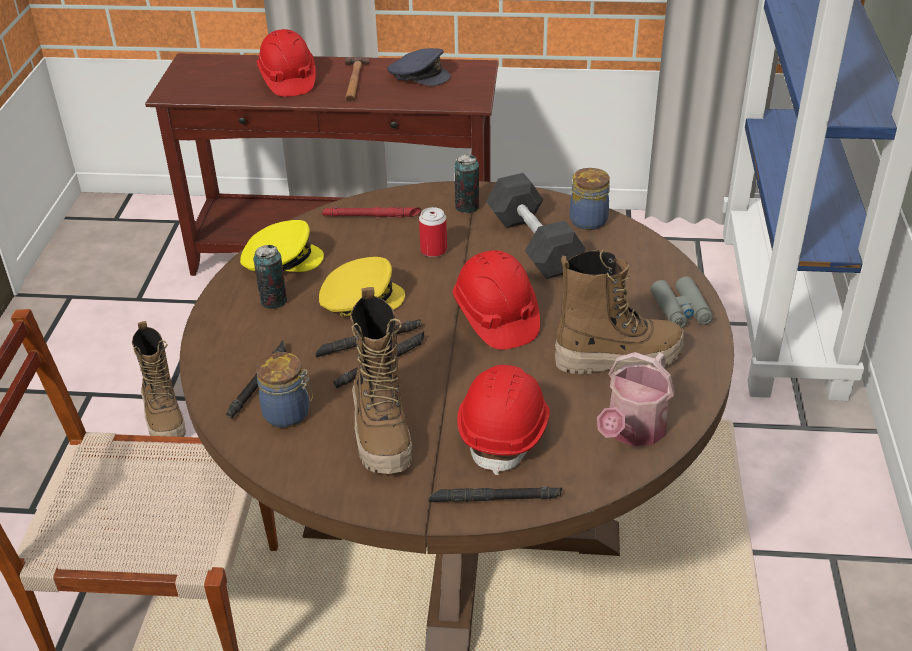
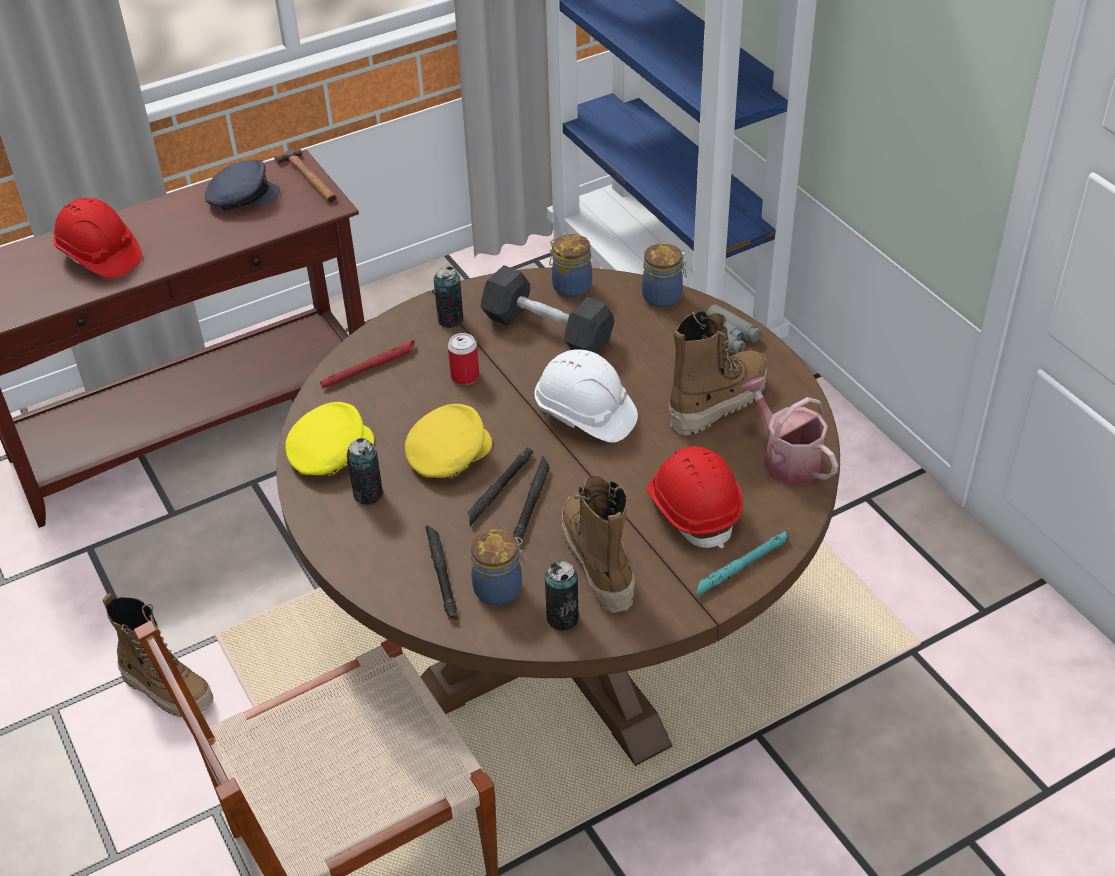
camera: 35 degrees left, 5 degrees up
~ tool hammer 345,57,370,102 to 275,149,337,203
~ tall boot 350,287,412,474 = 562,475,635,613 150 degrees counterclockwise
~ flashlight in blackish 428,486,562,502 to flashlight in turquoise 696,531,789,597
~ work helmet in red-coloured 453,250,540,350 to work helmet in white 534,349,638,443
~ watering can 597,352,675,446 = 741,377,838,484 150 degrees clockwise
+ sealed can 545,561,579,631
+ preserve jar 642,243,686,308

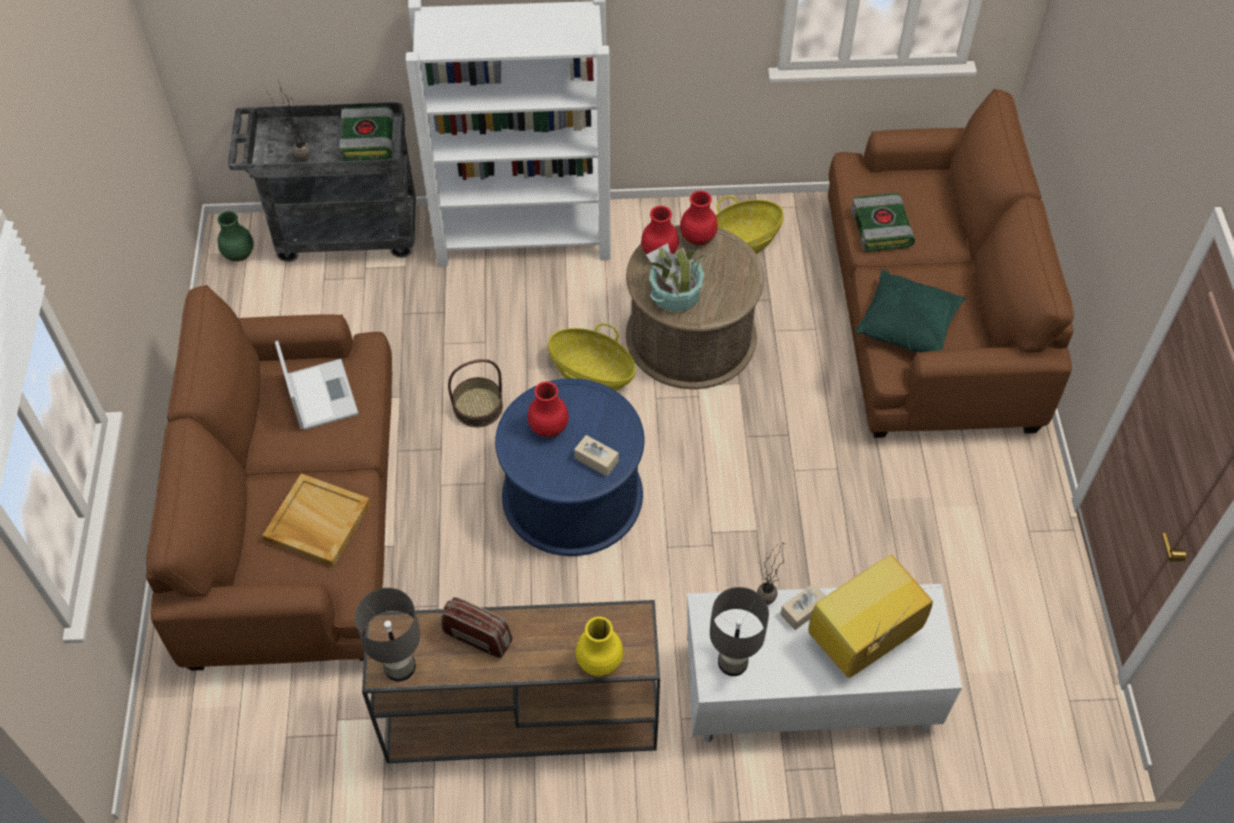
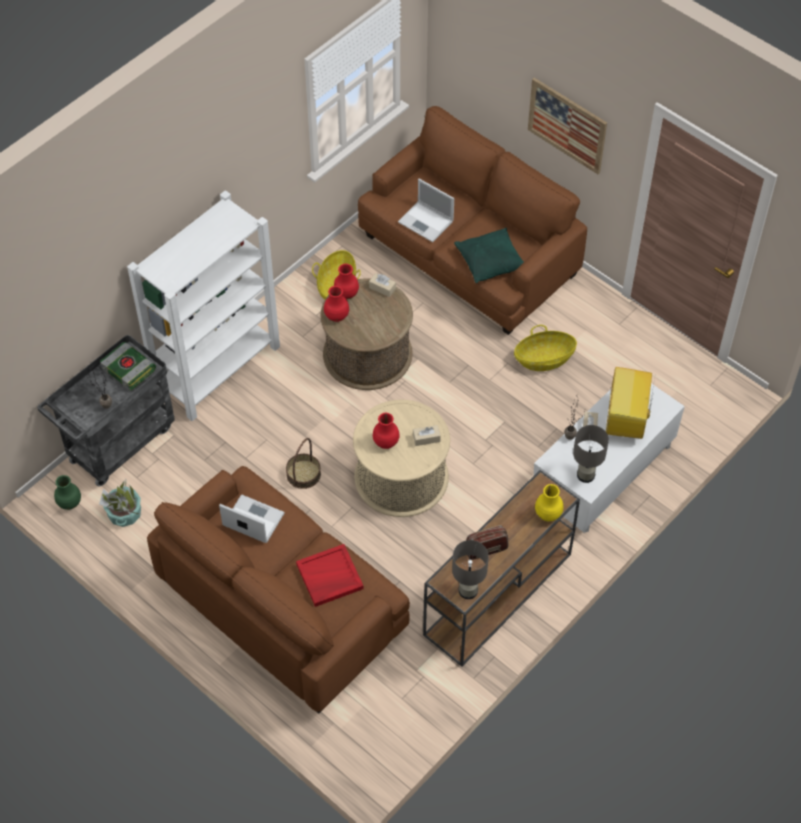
camera: 45 degrees left, 0 degrees up
~ carrying tray in beige-coloured 262,473,371,567 to carrying tray in red-coloured 296,544,364,607
~ low table in blue-coloured 495,378,645,556 to low table in beige-coloured 353,400,450,517
~ household basket 548,323,636,391 to 514,325,577,371
~ potted plant 646,243,706,312 to 99,481,141,527
~ bound book 851,193,915,252 to notebook computer 398,179,454,242
+ box of tissues in beige-coloured 369,273,396,297
+ wall art 528,78,607,174

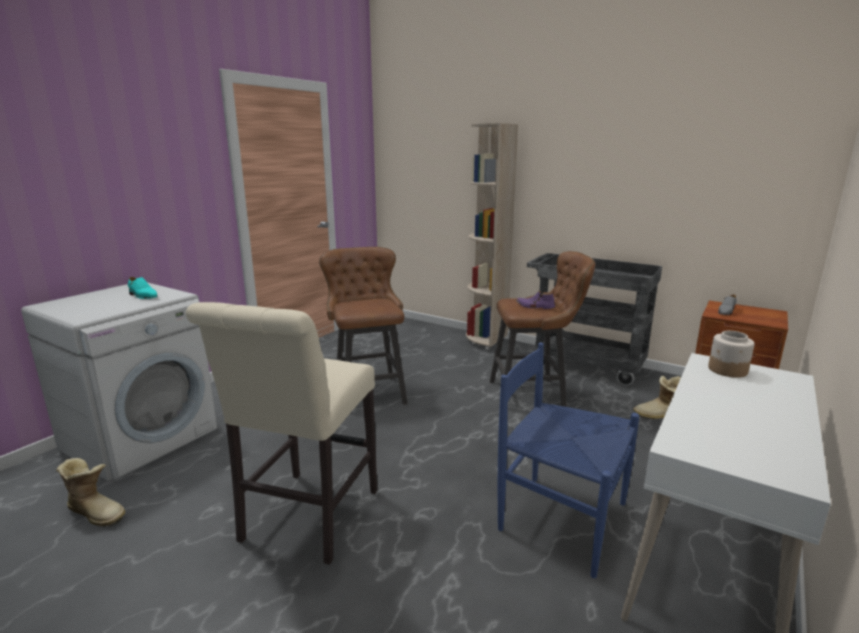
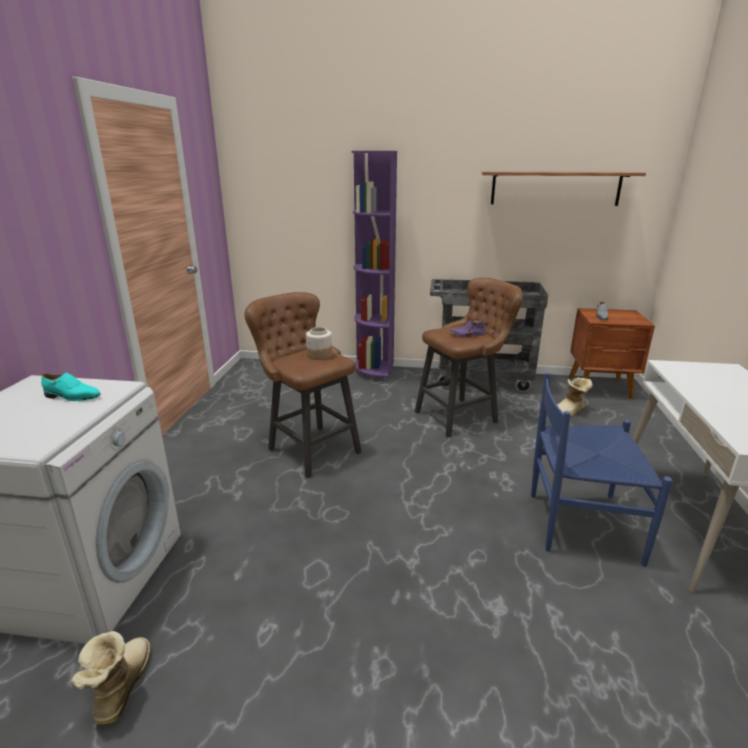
camera: 25 degrees left, 5 degrees up
~ tall boot 56,458,125,527 = 70,631,150,724 90 degrees counterclockwise
- stool seat in beige-coloured 186,302,377,565
~ shelving unit in beige-coloured 466,123,518,349 to shelving unit in purplish 351,151,397,380
~ preserve jar 708,331,754,378 to 306,327,332,360
+ shelf 481,171,646,206

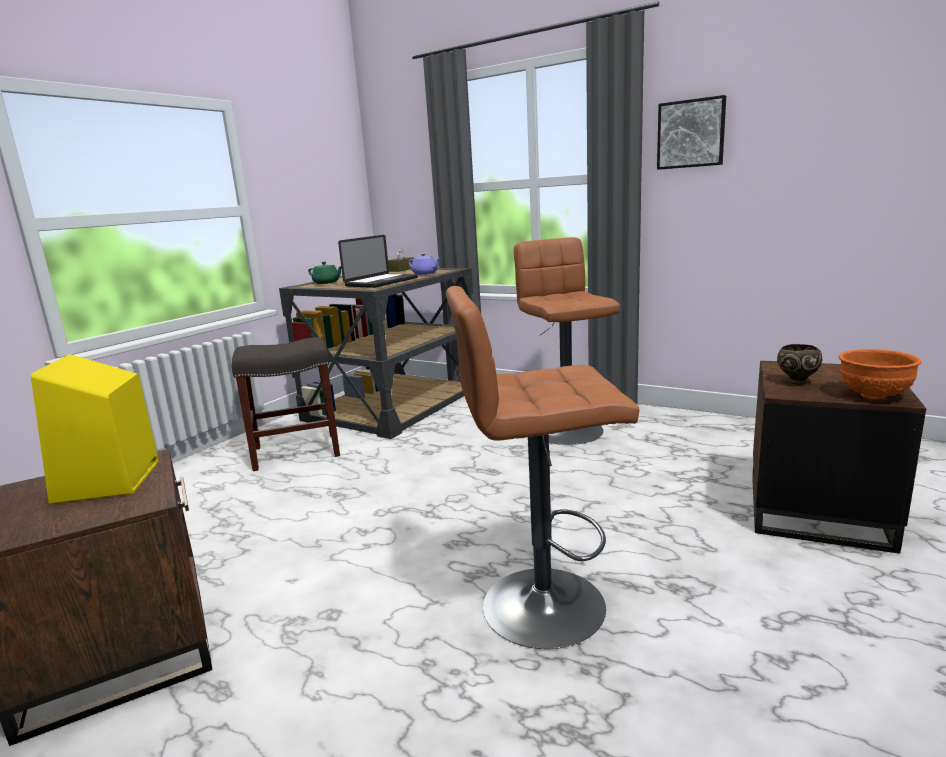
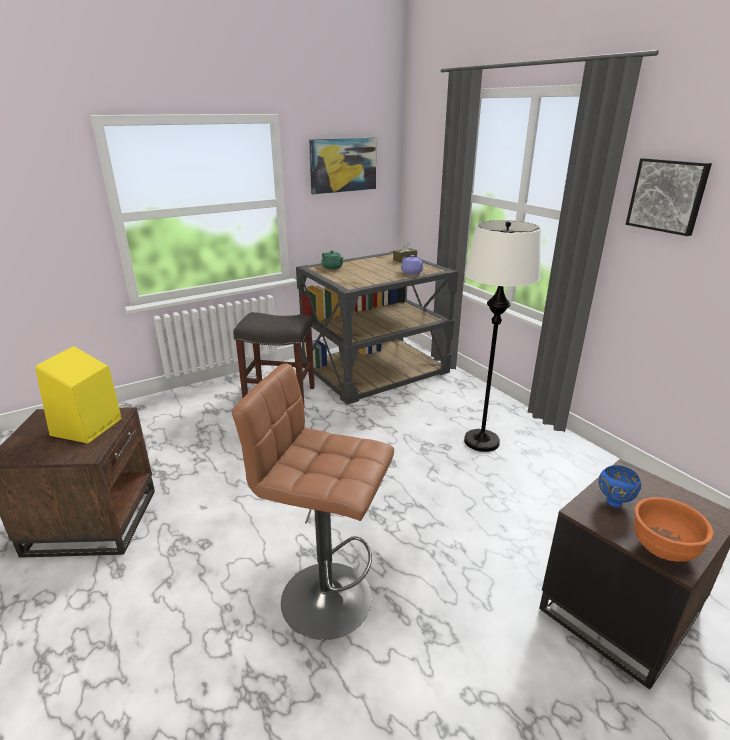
camera: 25 degrees right, 10 degrees up
- notebook computer 338,235,418,288
~ stool seat in brown 514,237,620,445 to floor lamp in white 464,220,541,452
~ deep dish in brown 777,344,822,385 to deep dish in blue-coloured 598,465,641,507
+ wall art 309,138,376,194

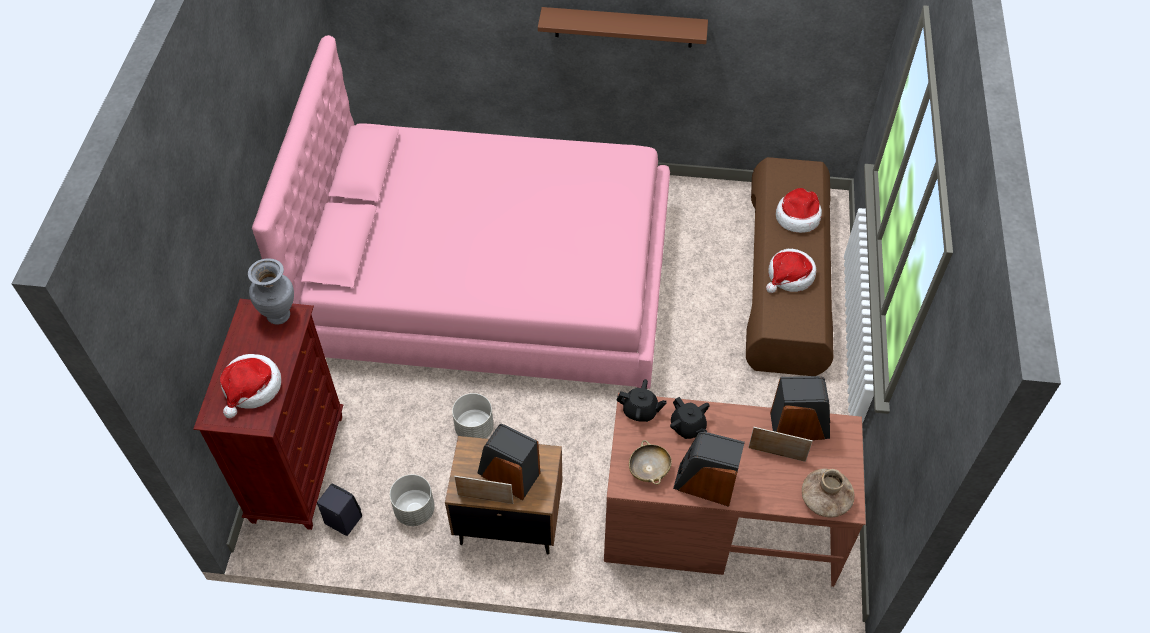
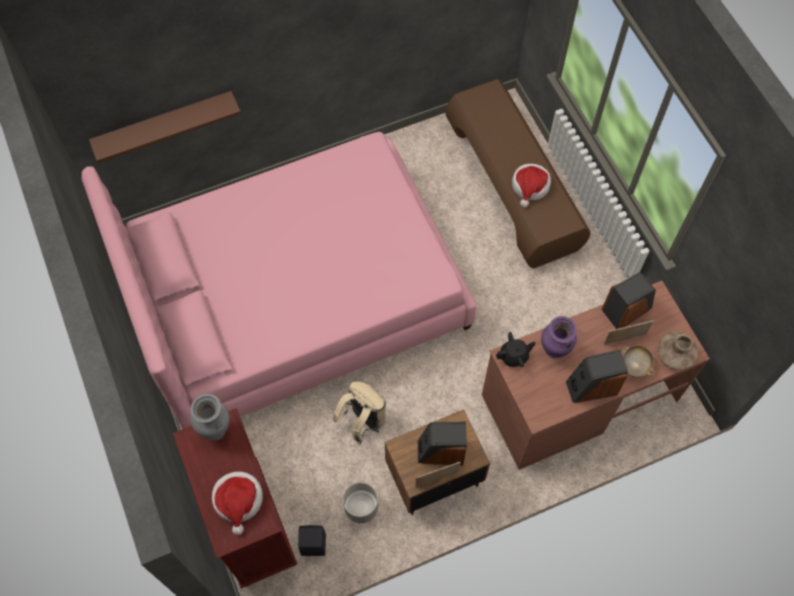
camera: 30 degrees left, 10 degrees up
~ flower pot in greyish 452,393,494,439 to knapsack in beige-coloured 332,381,386,444
~ shelf in brown 538,7,708,47 to 89,91,241,163
~ deep dish in beige-coloured 629,440,672,485 to 622,346,655,378
~ teapot in blackish 670,397,710,439 to vase in purplish 541,316,577,358
- clothing hat 776,188,822,233

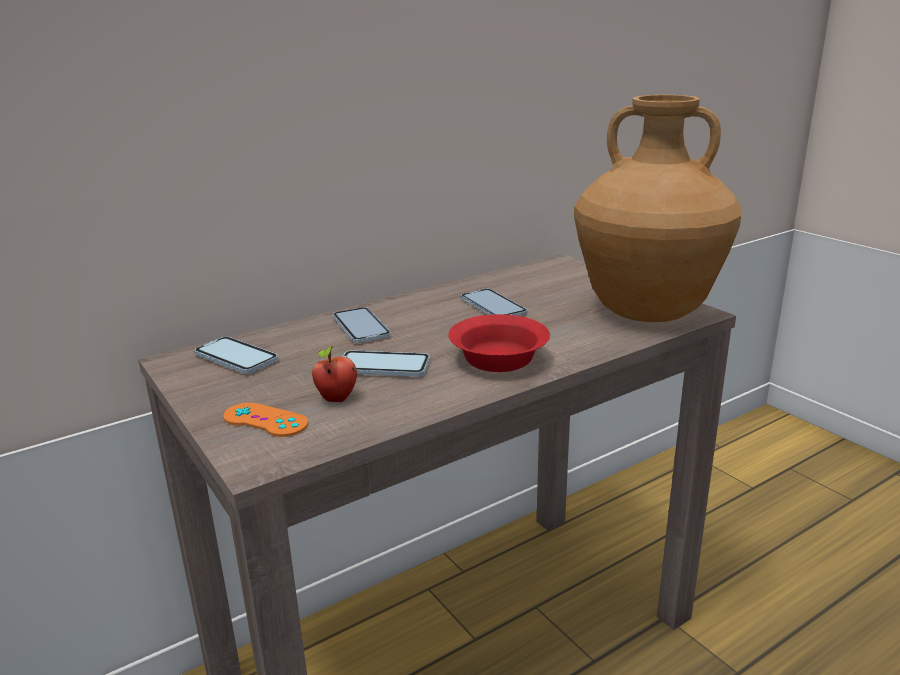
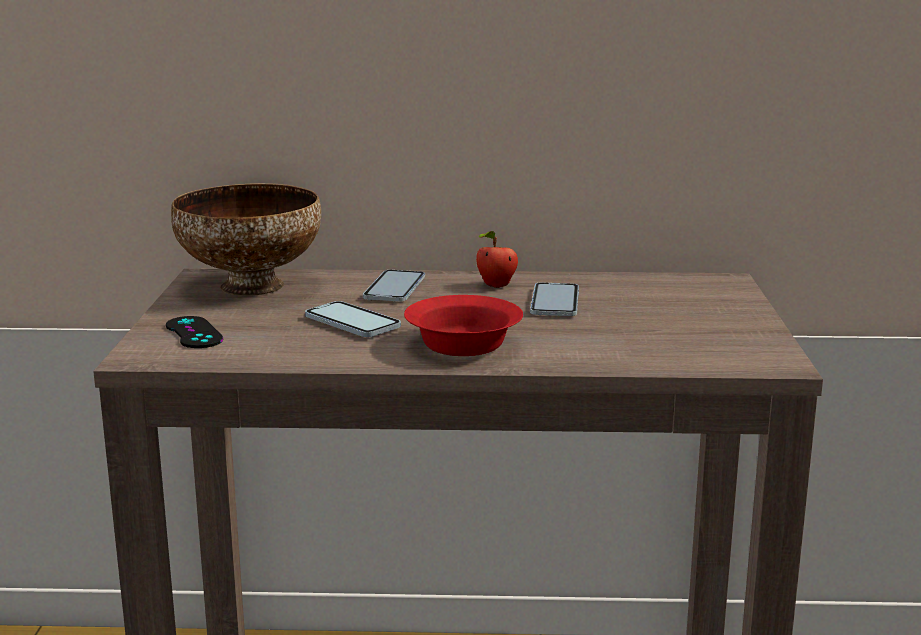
camera: 35 degrees right, 5 degrees down
~ telephone 194,337,278,374 to deep dish 171,183,321,296
~ joypad in orange-coloured 223,403,308,437 to joypad in blackish 166,316,223,348
~ apple 312,346,357,402 to 476,231,518,288
- vase in brown 574,95,741,322

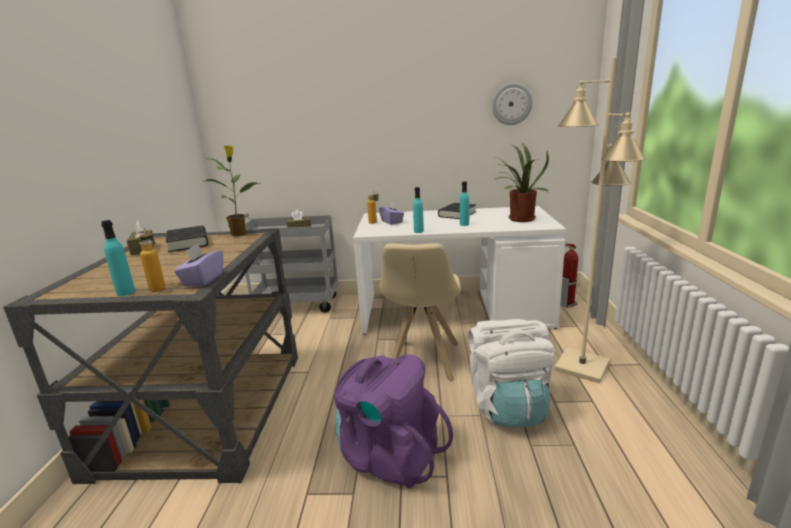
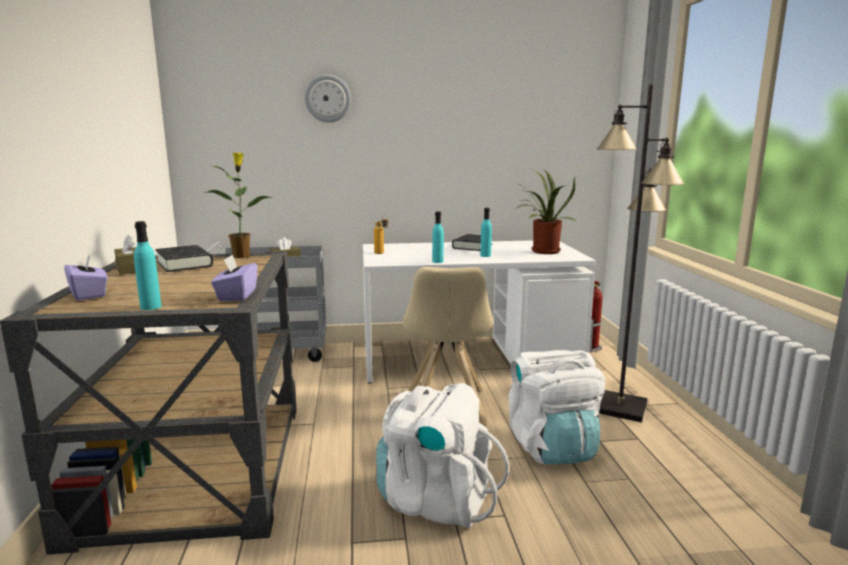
camera: 10 degrees left, 5 degrees down
- bottle 139,228,166,292
~ knapsack in purplish 334,355,453,489 to knapsack in white 376,383,509,529
~ box of tissues in purplish 379,201,404,225 to 64,255,108,301
~ clock on the wall 492,83,533,125 to 305,74,351,123
~ floor lamp in beige-coloured 554,57,646,384 to floor lamp in blackish 597,84,684,422

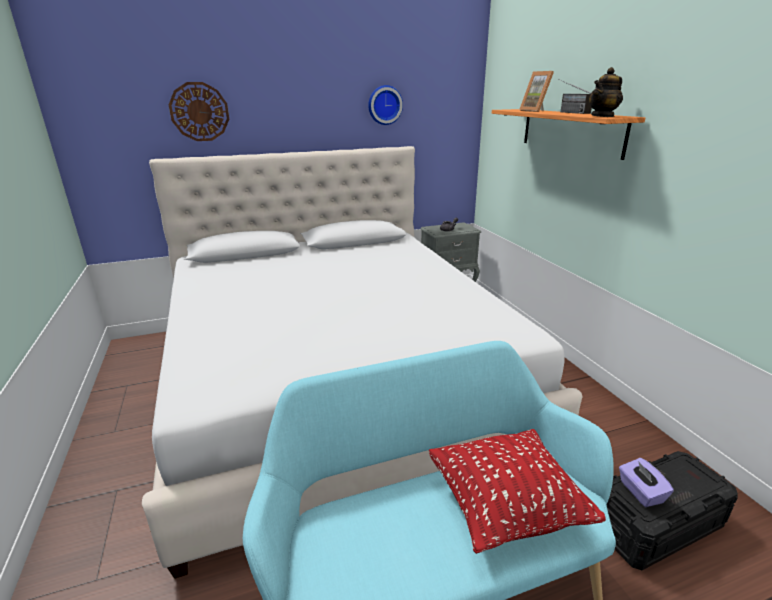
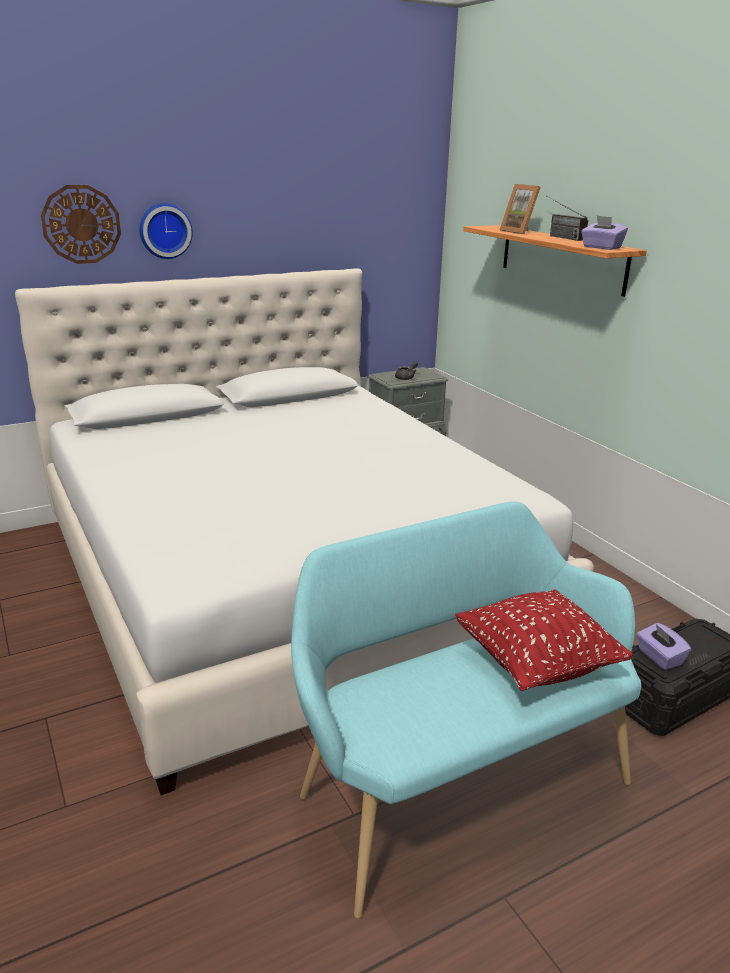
camera: 10 degrees left, 0 degrees up
~ clock on the wall 368,85,403,125 to 140,203,193,259
~ teapot 589,67,623,117 to box of tissues in purplish 581,215,628,250

